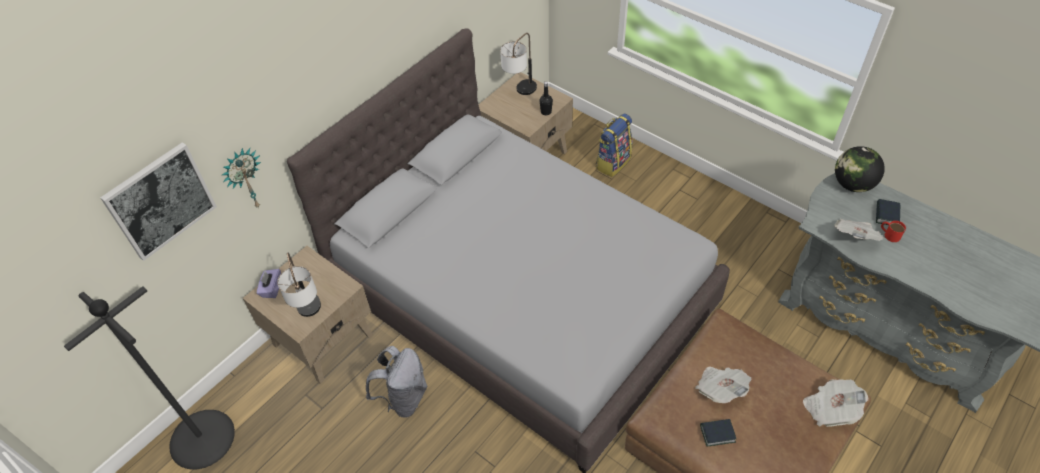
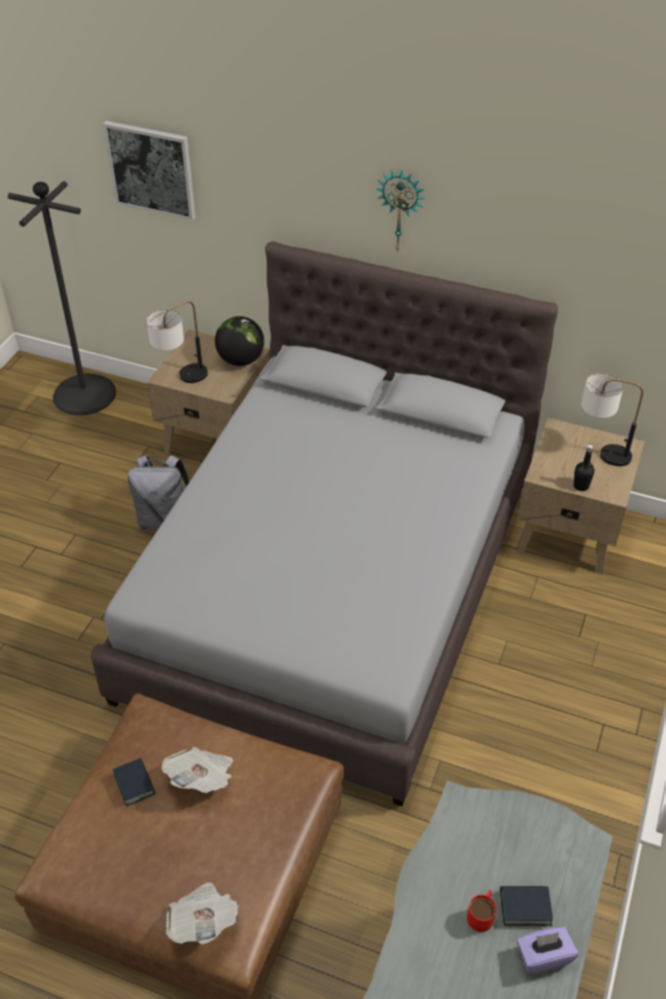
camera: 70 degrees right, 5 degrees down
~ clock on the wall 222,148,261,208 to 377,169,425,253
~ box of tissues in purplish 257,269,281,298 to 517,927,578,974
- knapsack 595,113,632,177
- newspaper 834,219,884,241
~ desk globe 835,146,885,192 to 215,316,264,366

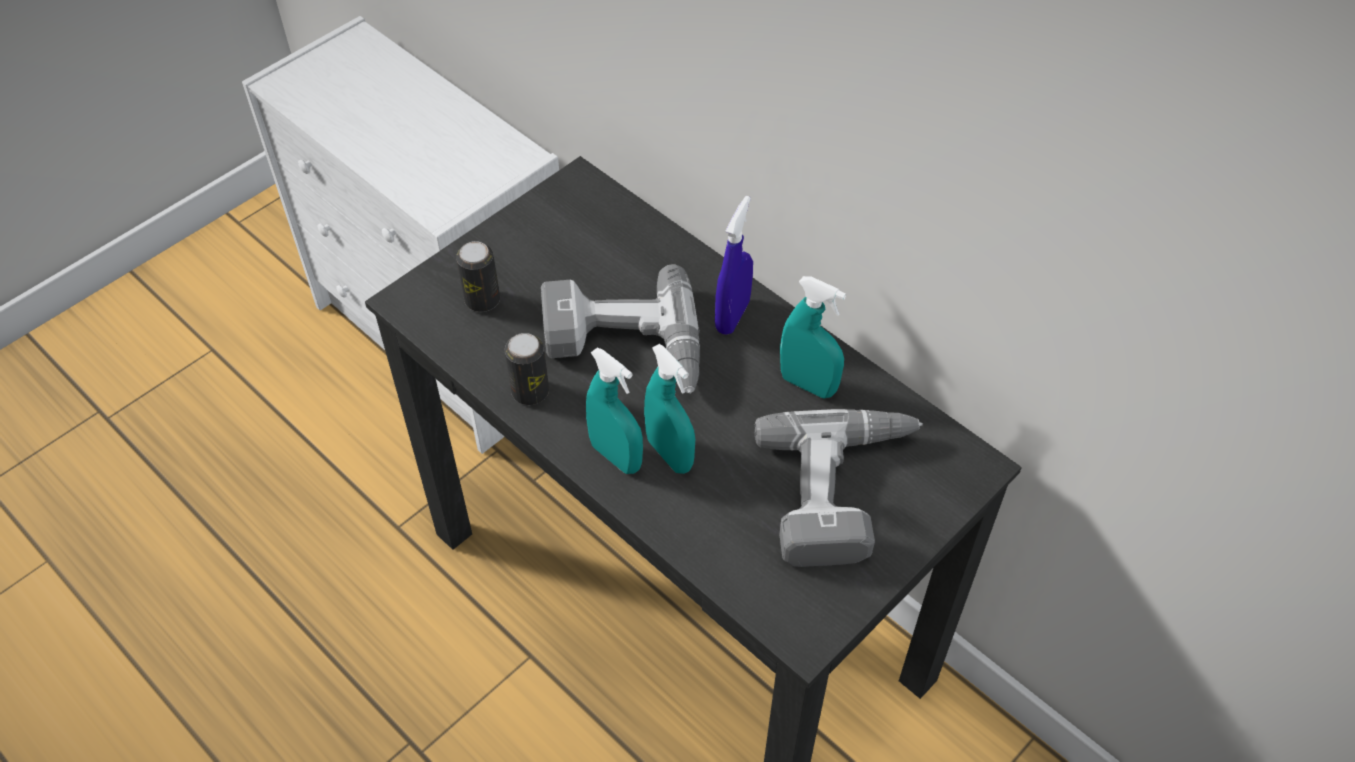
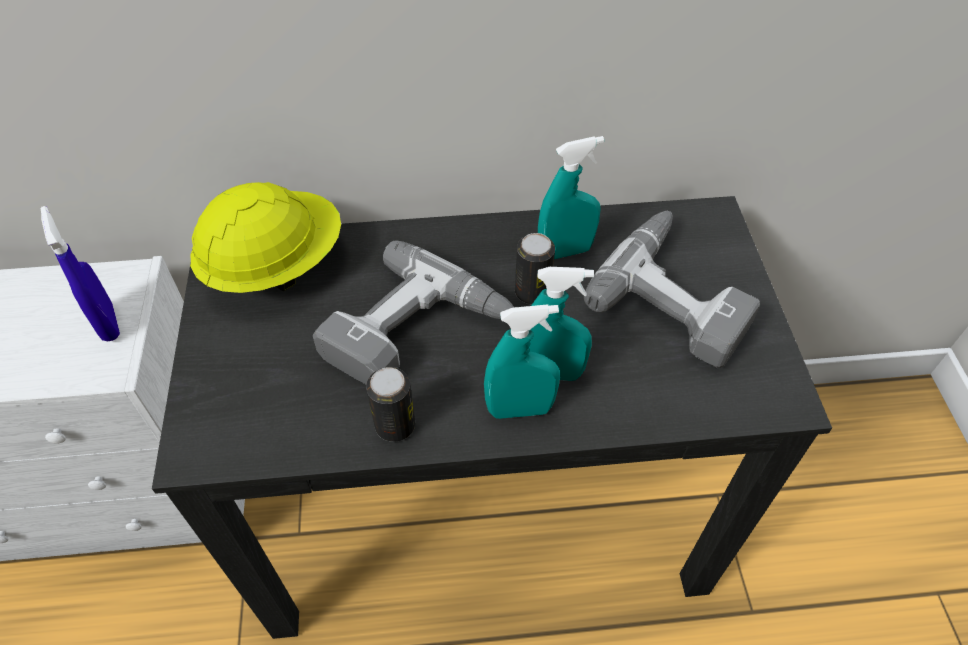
camera: 50 degrees left, 0 degrees up
~ sealed can 456,241,500,312 to 515,233,555,304
~ hand sprayer in blue-coloured 715,196,753,335 to 41,206,120,341
+ work helmet in yellowish 190,182,341,293

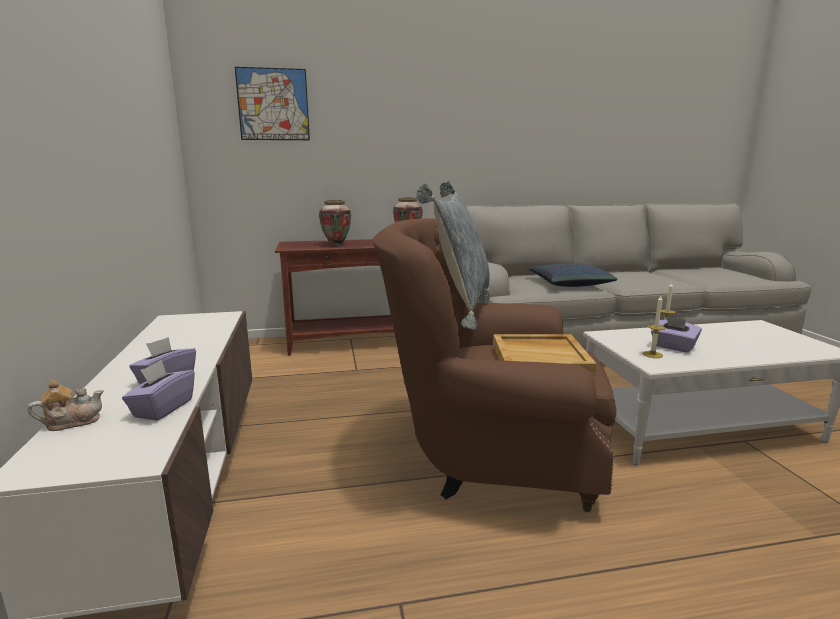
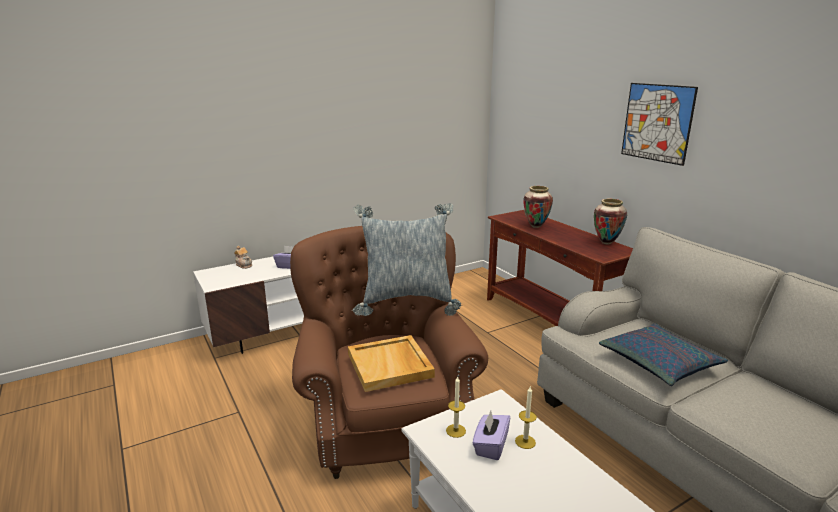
camera: 70 degrees right, 5 degrees up
- box of tissues in purplish 122,360,195,421
~ wall art 235,67,310,140 to 621,83,698,166

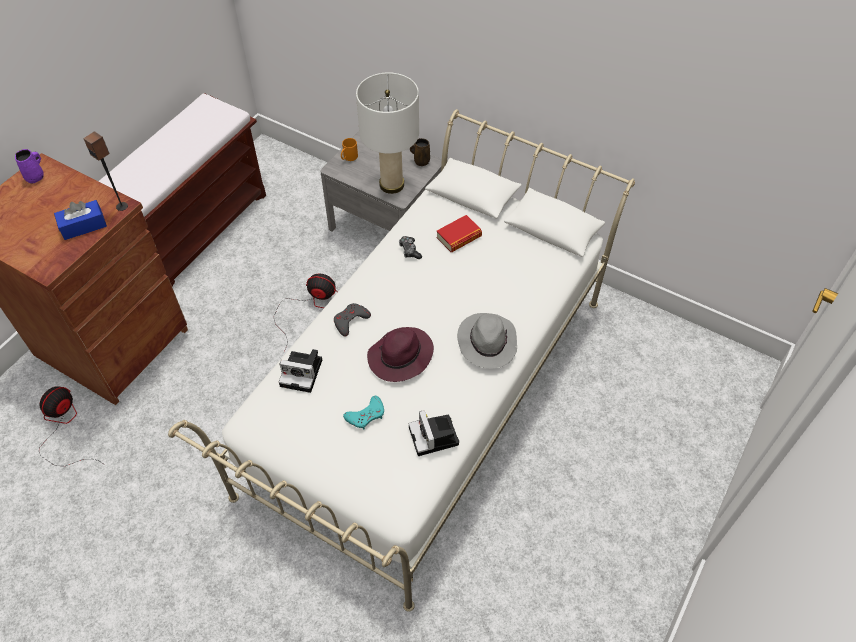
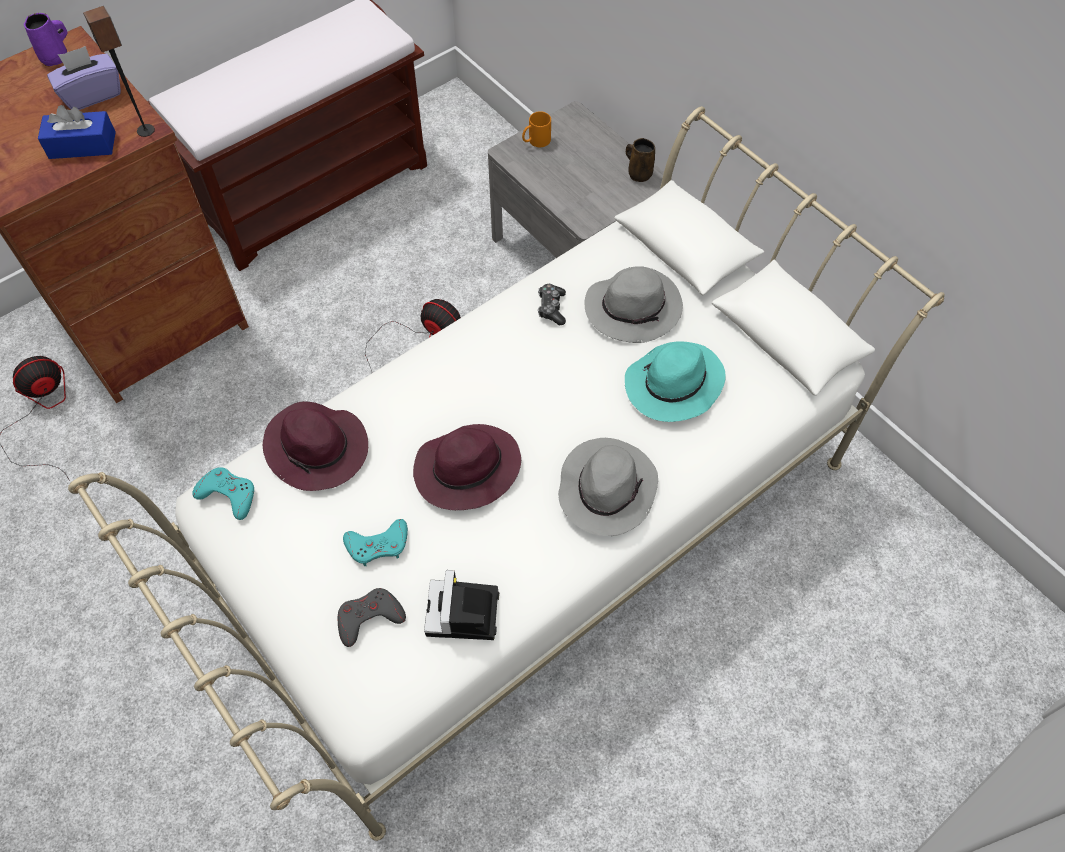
camera: 20 degrees right, 5 degrees up
~ photo camera 279,349,322,393 to clothing hat in purplish 263,401,368,491
~ joypad in greyish 334,303,371,336 to 338,588,406,647
- tabletop lamp in white 356,72,419,194
~ bound book 436,215,482,252 to clothing hat in greyish 585,266,683,343
+ box of tissues in purplish 47,46,121,110
+ joypad in turquoise 192,467,254,520
+ clothing hat in turquoise 625,341,726,422

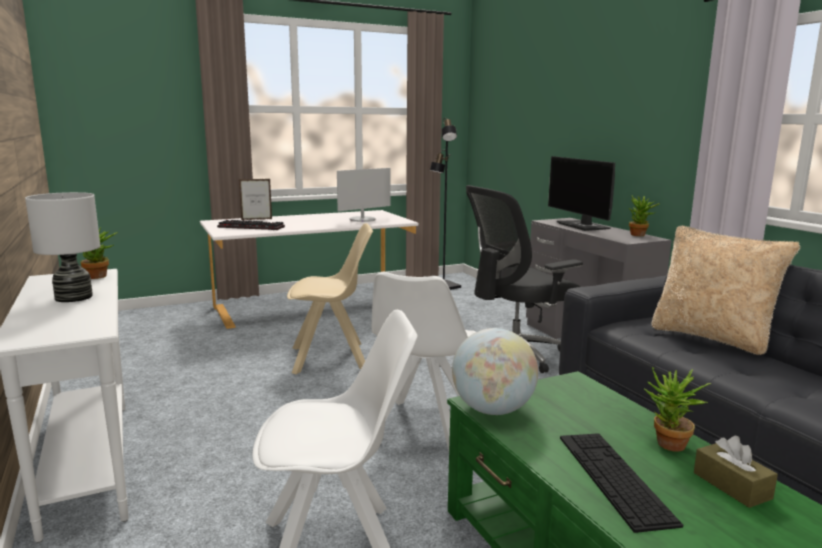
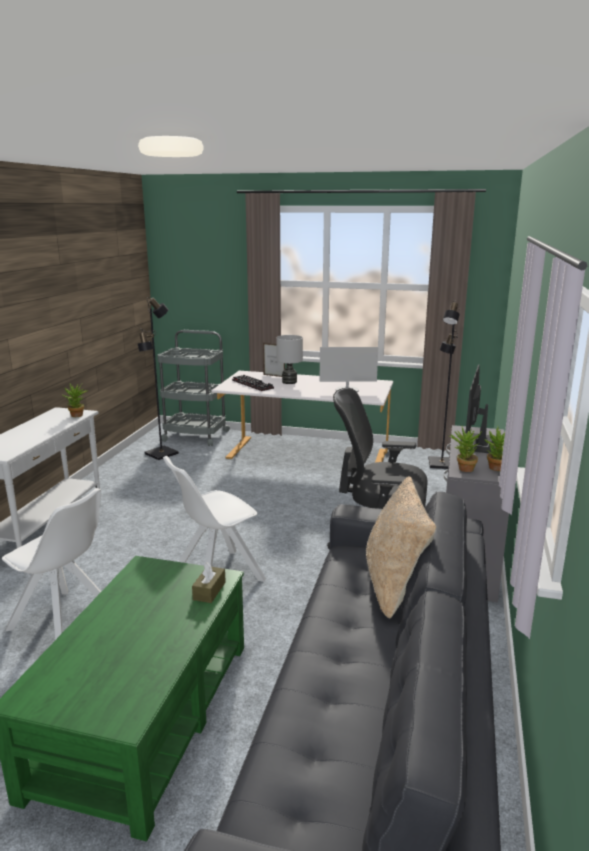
camera: 40 degrees right, 5 degrees up
~ tabletop lamp in greyish 25,192,101,302 to 276,335,303,384
- chair in beige-coloured 287,223,373,374
- desk globe 452,328,538,415
- computer keyboard 560,433,683,533
~ potted plant 644,367,712,452 to 449,426,482,472
~ box of tissues in brown 694,436,778,508 to 192,563,226,603
+ floor lamp in blackish 138,297,179,460
+ trolley in greyish 157,330,230,446

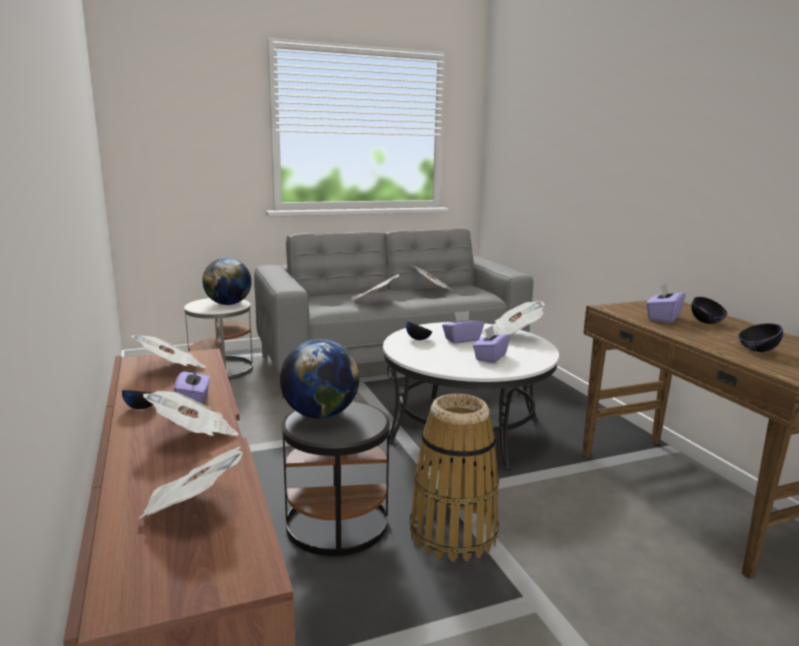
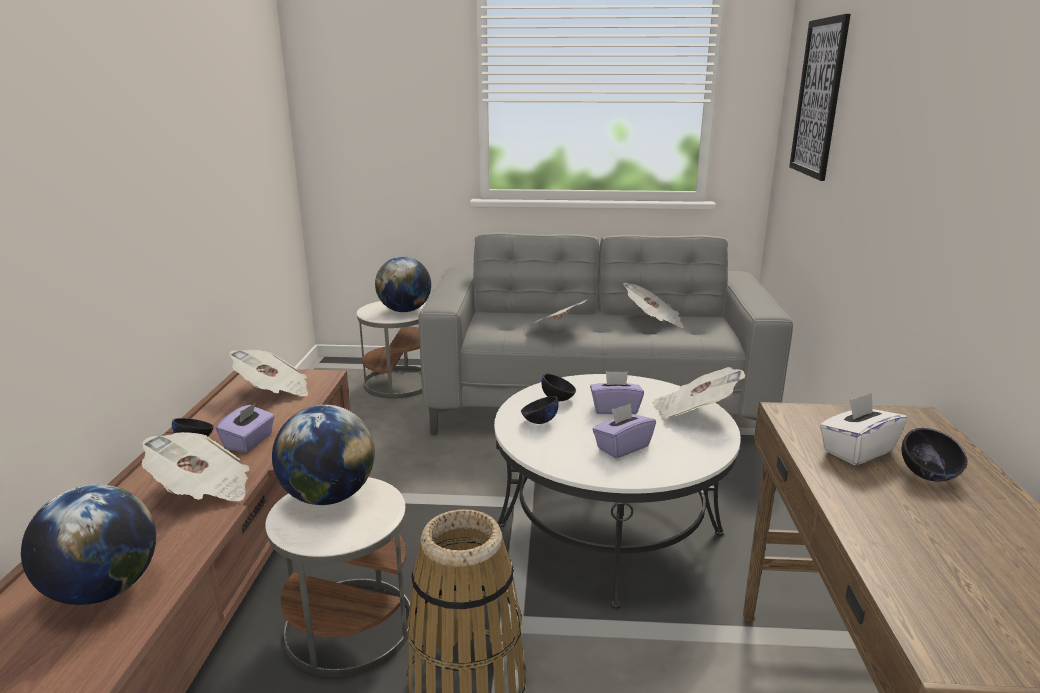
camera: 25 degrees right, 5 degrees up
~ newspaper 138,446,243,519 to desk globe 21,484,156,605
~ side table in blackish 282,401,390,556 to side table in white 265,477,410,677
~ box of tissues in purplish 646,283,685,323 to box of tissues in white 819,393,907,465
~ deep dish in blackish 738,323,783,352 to 521,396,559,424
+ wall art 789,14,851,181

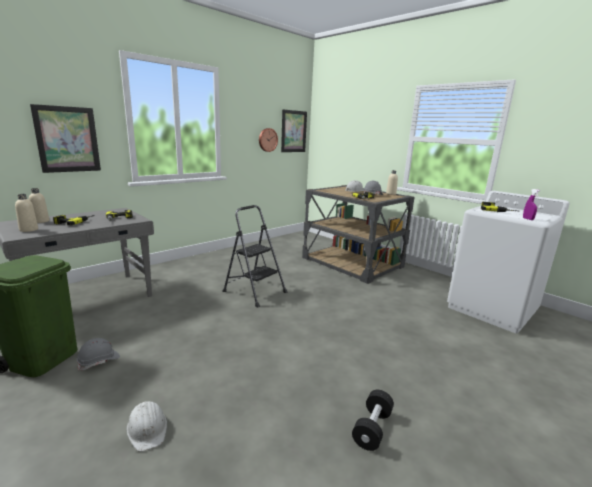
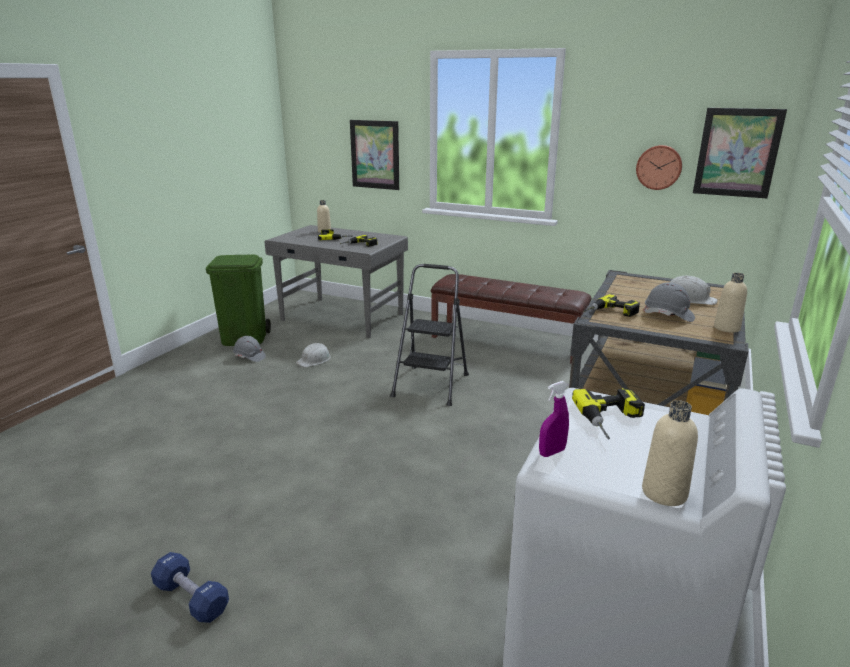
camera: 70 degrees right, 5 degrees up
~ bottle in beige-coloured 15,194,38,232 to 642,400,698,506
~ work helmet in white 126,401,167,452 to 296,343,331,367
- hand weight in blackish 352,390,394,451
+ hand weight in blue-coloured 151,552,229,623
+ indoor bench in brown 431,274,592,364

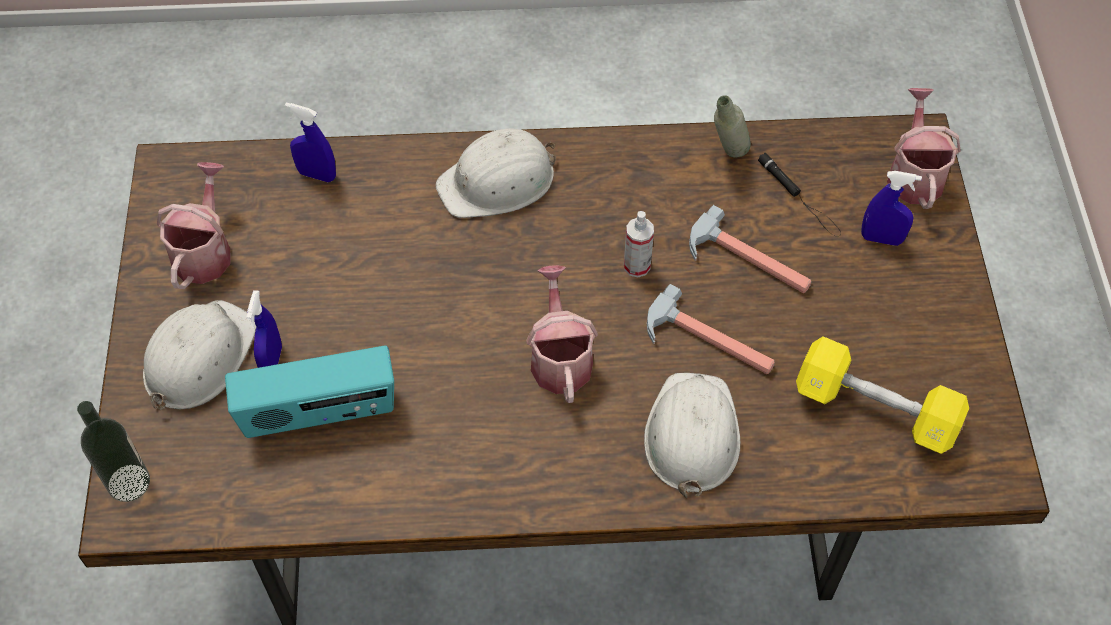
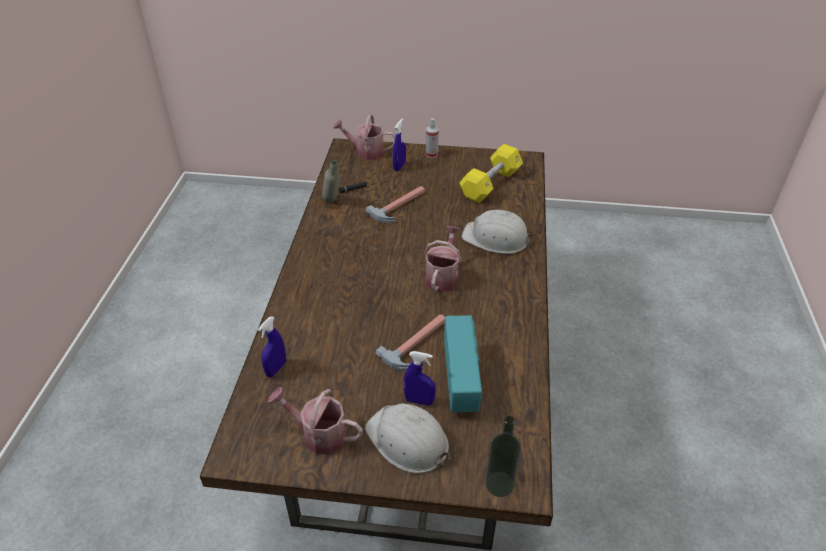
camera: 80 degrees left, 15 degrees down
- work helmet in white 436,129,556,218
~ watering can 526,265,598,403 = 424,226,462,292 105 degrees clockwise
~ hand sprayer 624,211,654,277 to 426,118,439,158
~ tool hammer 647,284,775,374 to 375,315,445,371

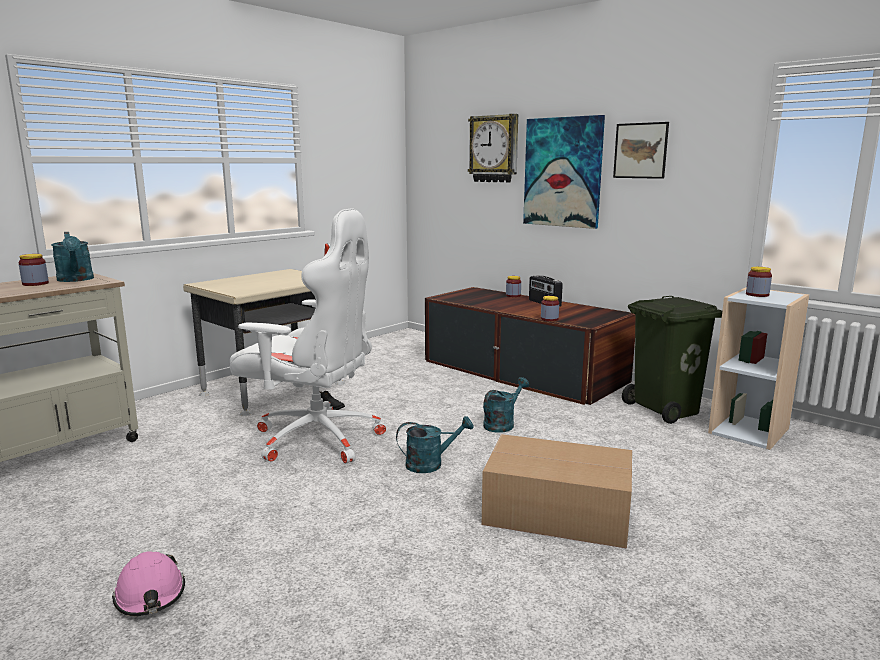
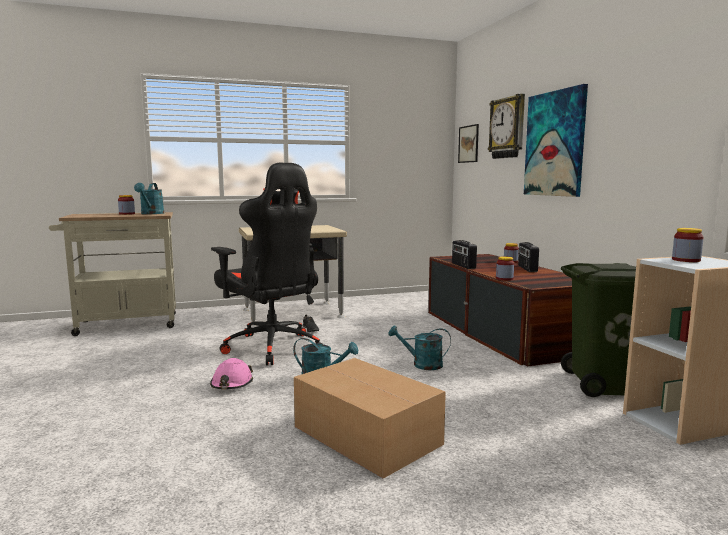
camera: 30 degrees right, 5 degrees down
~ work helmet in pink 112,551,185,616 to 210,358,253,389
~ computer chair in white 230,208,386,463 to computer chair in blackish 211,163,322,365
~ watering can in turquoise 483,377,529,433 = 388,325,451,370 150 degrees counterclockwise
~ wall art 613,122,669,179 to 458,124,479,163
+ radio receiver 452,240,477,269

